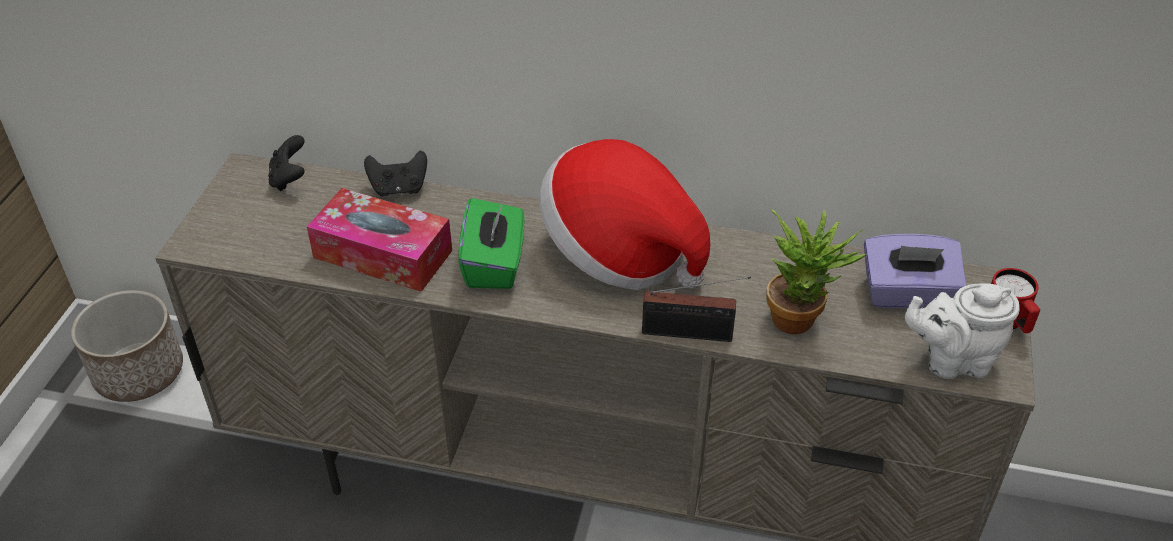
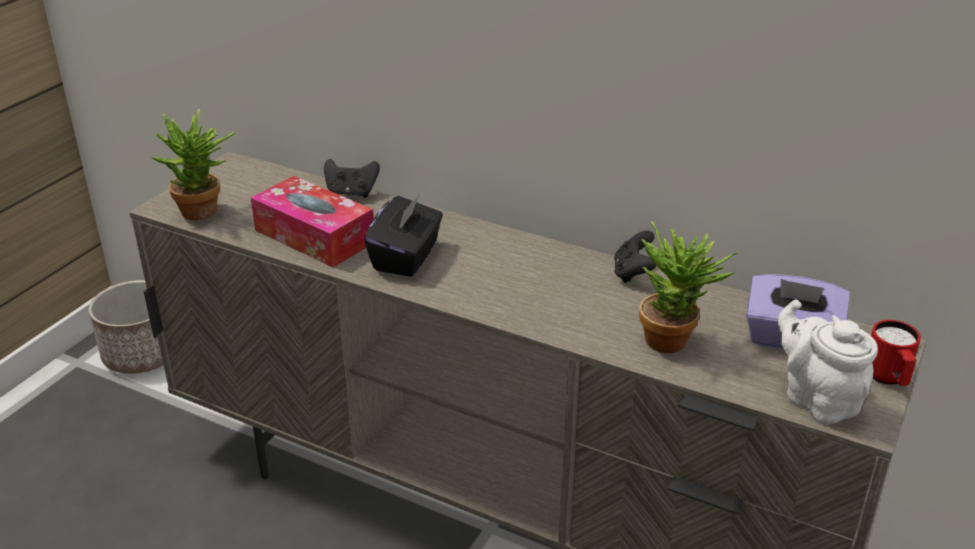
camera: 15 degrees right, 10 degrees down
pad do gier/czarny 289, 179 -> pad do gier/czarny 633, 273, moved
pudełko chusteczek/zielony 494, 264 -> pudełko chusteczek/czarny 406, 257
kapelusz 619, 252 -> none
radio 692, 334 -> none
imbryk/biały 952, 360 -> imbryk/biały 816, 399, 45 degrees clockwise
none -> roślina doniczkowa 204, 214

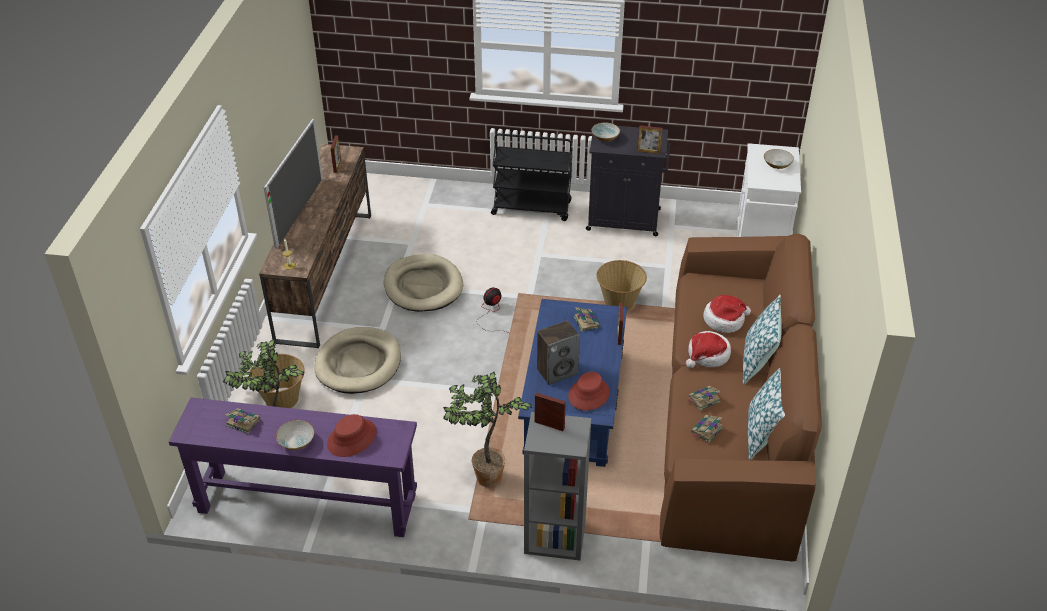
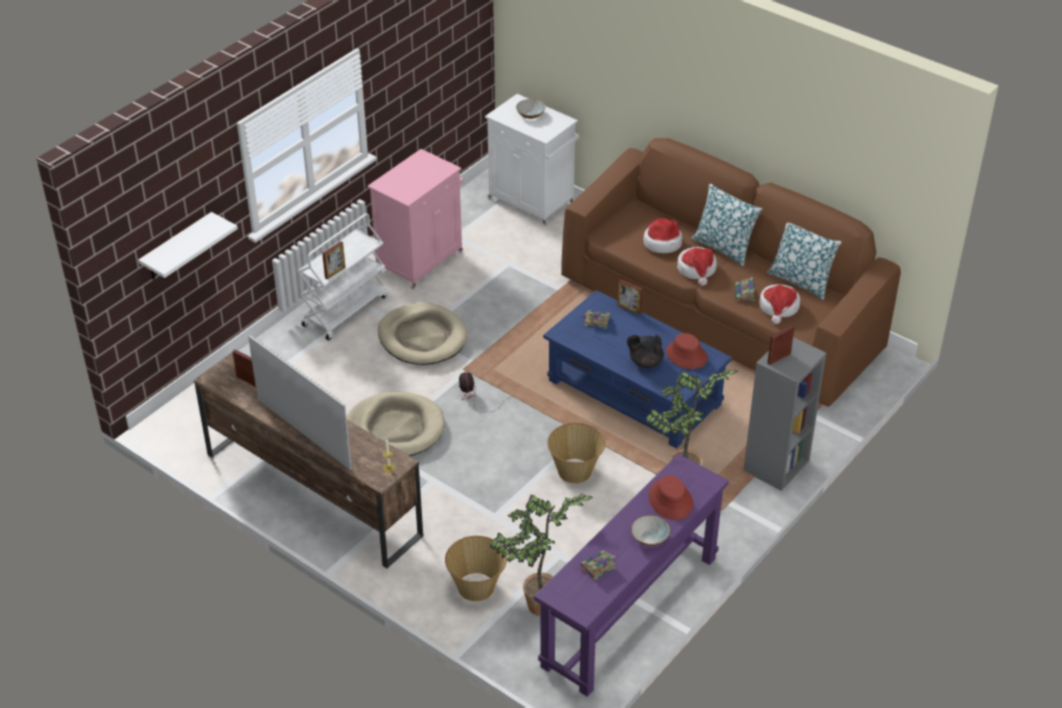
camera: 60 degrees left, 0 degrees up
legowisko/beżowy 359, 363 -> legowisko/beżowy 422, 338, moved
wózek/czarny 532, 208 -> wózek/biały 345, 310
głośnik 557, 371 -> imbryk/czarny 645, 362
szafka/czarny 625, 220 -> szafka/różowy 420, 260
miska 605, 137 -> none
koszyk 619, 302 -> koszyk 575, 471, moved
ramka na zdjęcie 648, 151 -> ramka na zdjęcie 335, 272, moved
książka 706, 431 -> kapelusz 779, 307
none -> półka/biały 177, 248

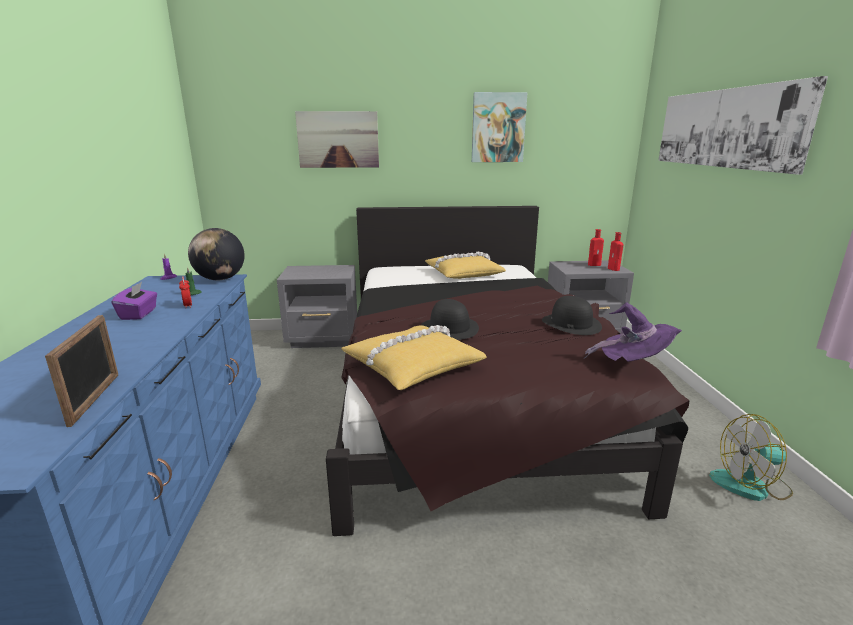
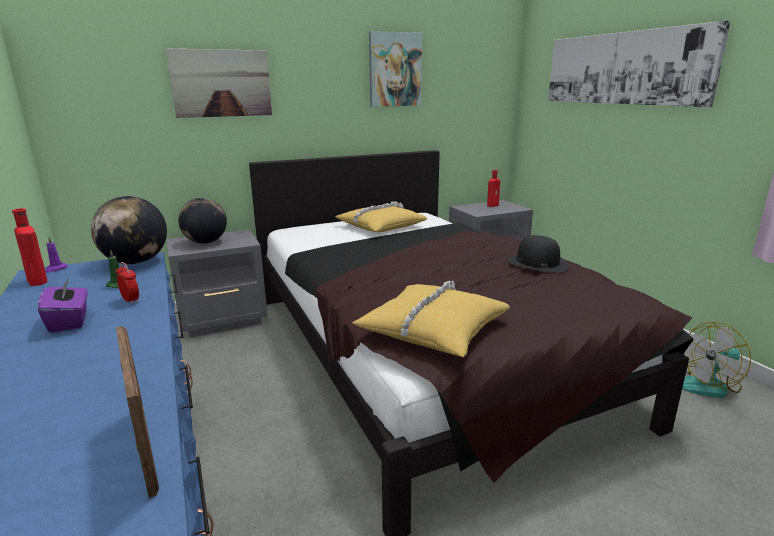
camera: 20 degrees left, 0 degrees up
kapelusz/czarny 449, 328 -> none
kapelusz/fioletowy 633, 364 -> none
butelka/czerwony 614, 269 -> butelka/czerwony 38, 281, moved
none -> globus 205, 242

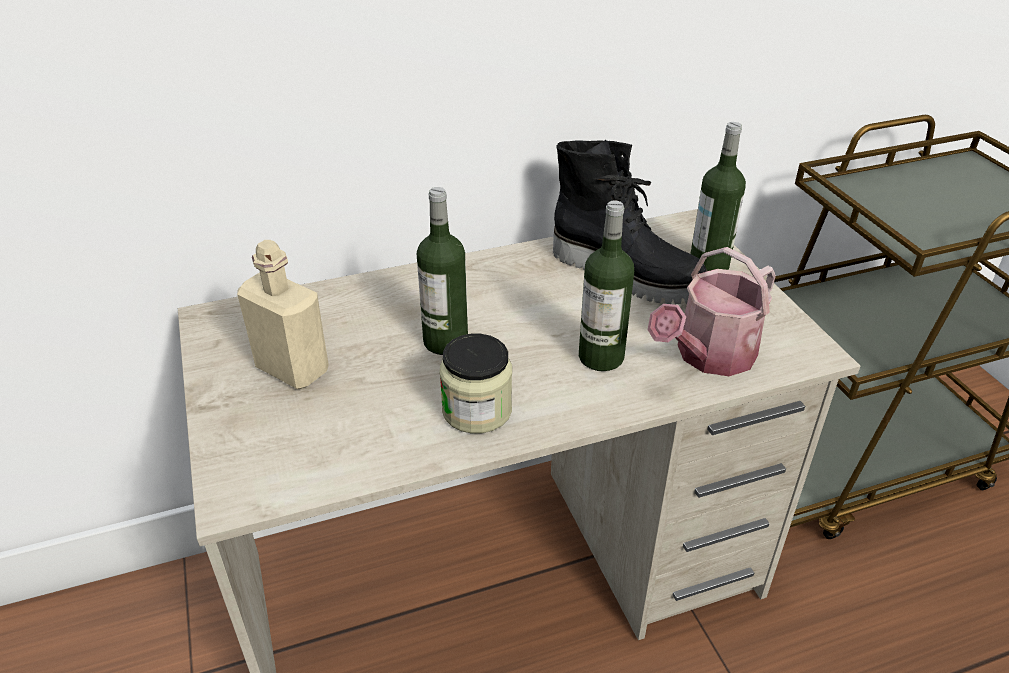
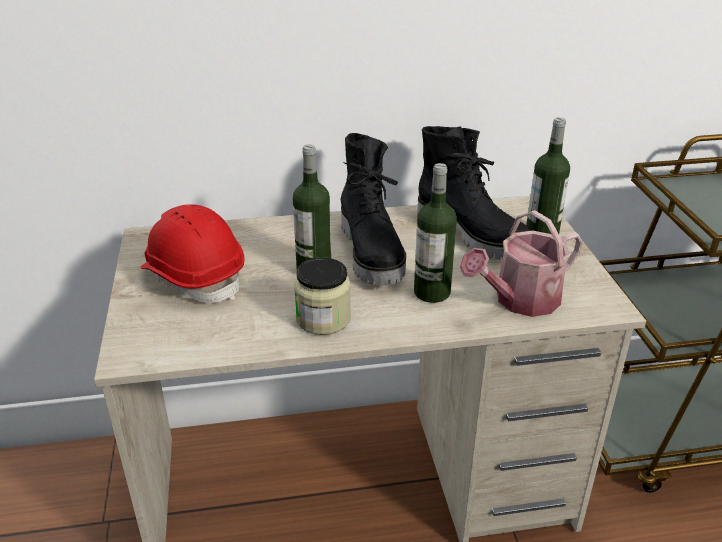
camera: 10 degrees right, 5 degrees down
butelka/beżowy 292, 369 -> kask/czerwony 194, 277
none -> but z cholewką/czarny 373, 253

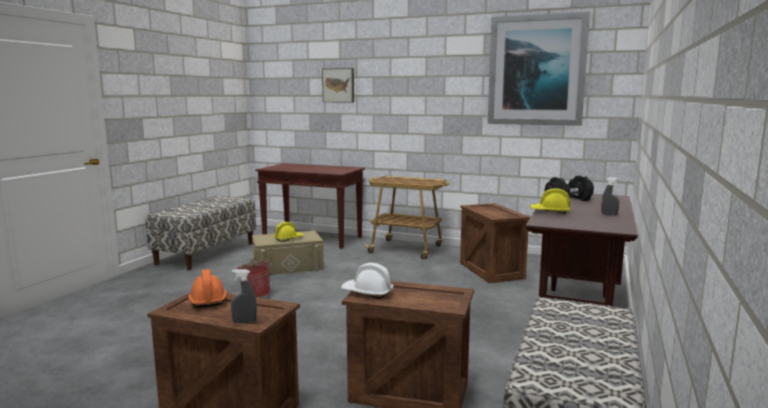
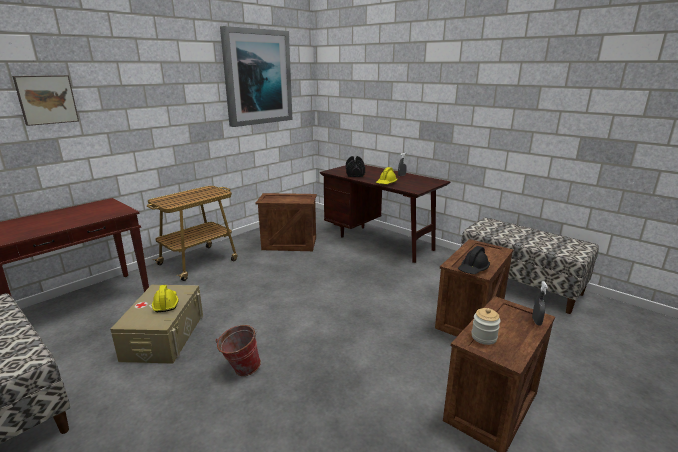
camera: 70 degrees left, 10 degrees up
kask/pomarańczowy 207, 299 -> słoik 484, 337
kask/biały 367, 292 -> kask/czarny 473, 269

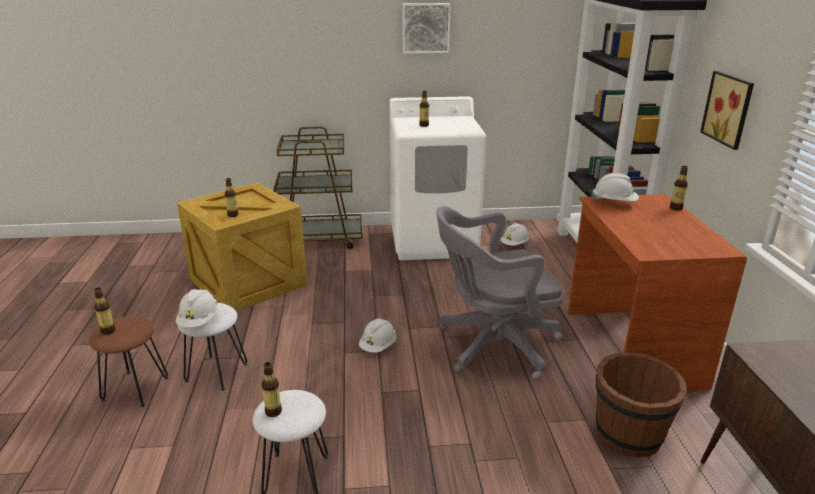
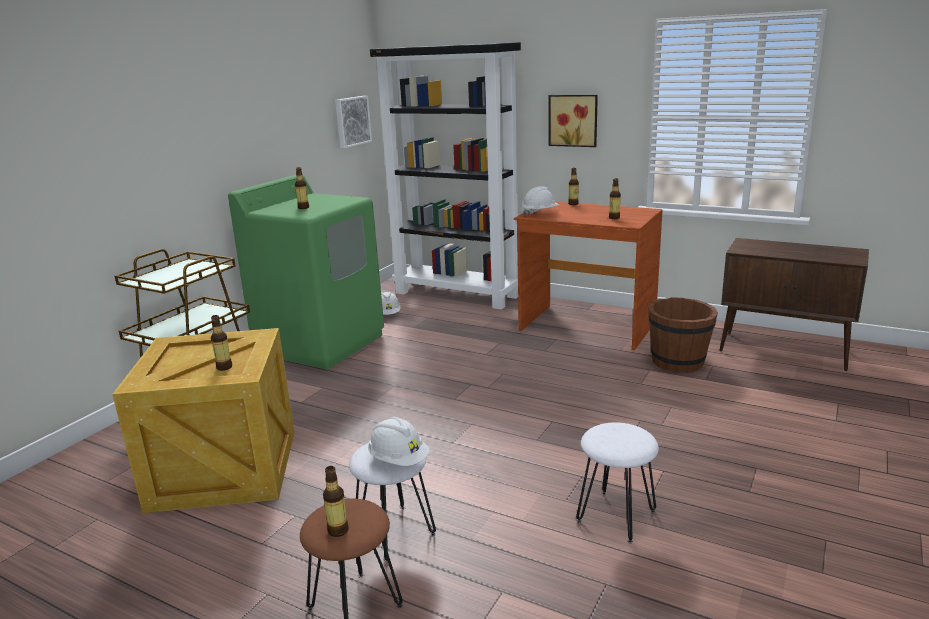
camera: 55 degrees left, 5 degrees down
butelka 273, 412 -> butelka 614, 218, moved
kask/biały 378, 346 -> none
pralka/biały 434, 241 -> pralka/zielony 321, 343
obraz 425, 28 -> obraz 352, 121, moved
krzesło biurowe/szary 492, 346 -> none

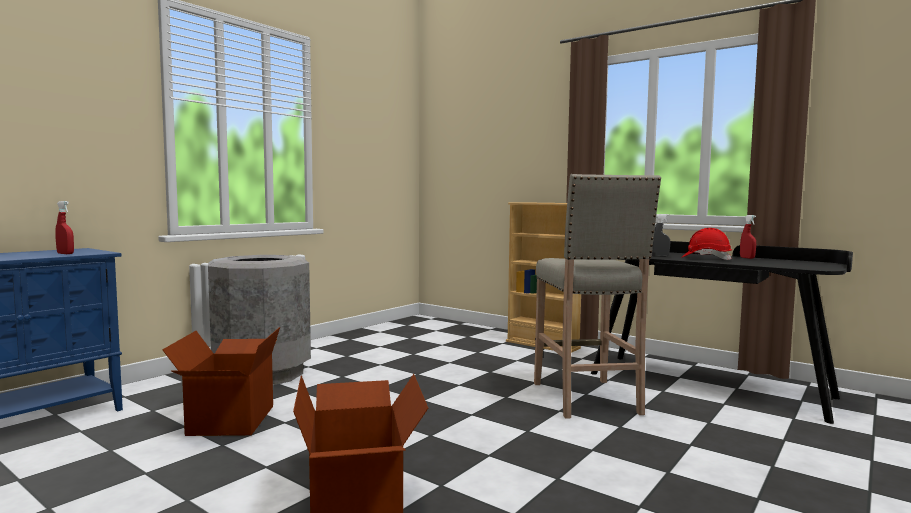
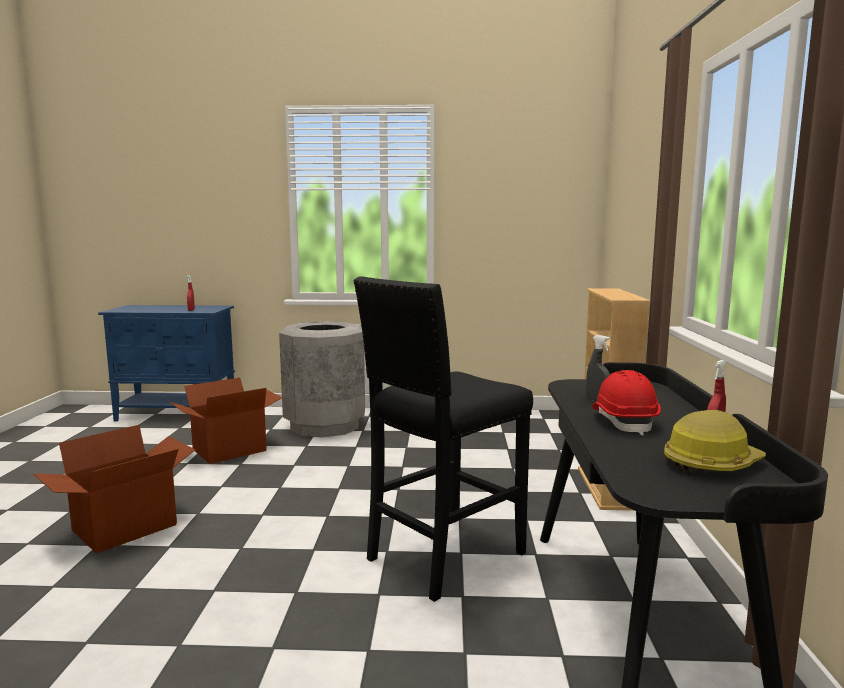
camera: 55 degrees right, 5 degrees up
stołek/beżowy 586, 399 -> stołek/czarny 442, 557
none -> kask 711, 464

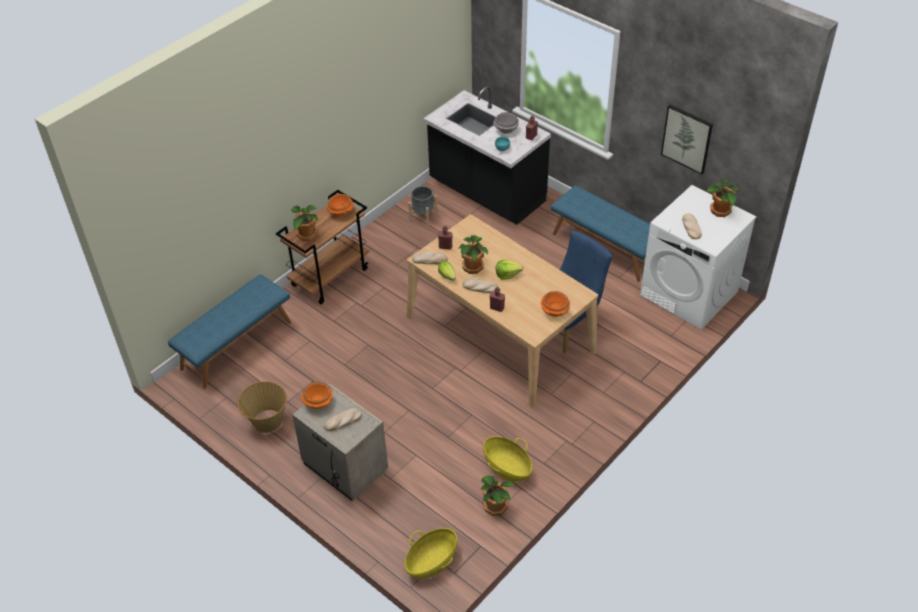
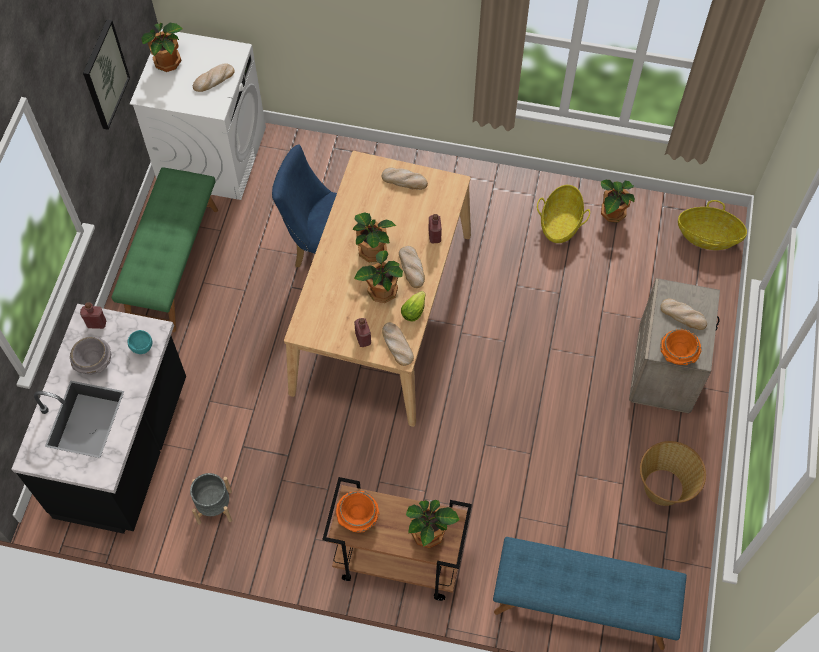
camera: 120 degrees left, 15 degrees up
sałata 507, 274 -> roślina doniczkowa 372, 250
miska/pomarańczowy 554, 311 -> chleb 404, 180
ławka/niebieski 605, 247 -> ławka/zielony 173, 264

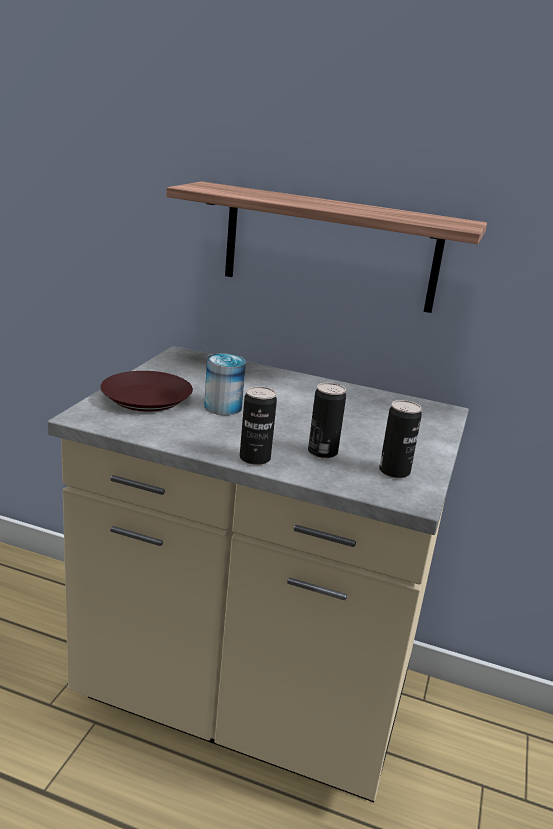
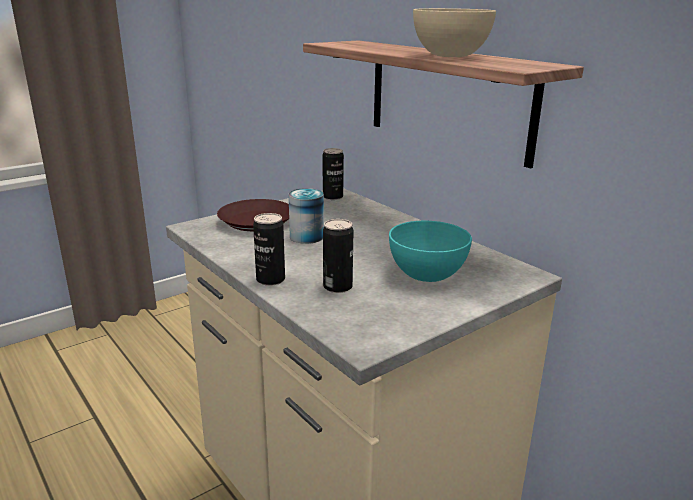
camera: 35 degrees right, 0 degrees up
puszka 394, 471 -> puszka 333, 197, moved
none -> miska/turkusowy 427, 275
none -> miska/beżowy 450, 56

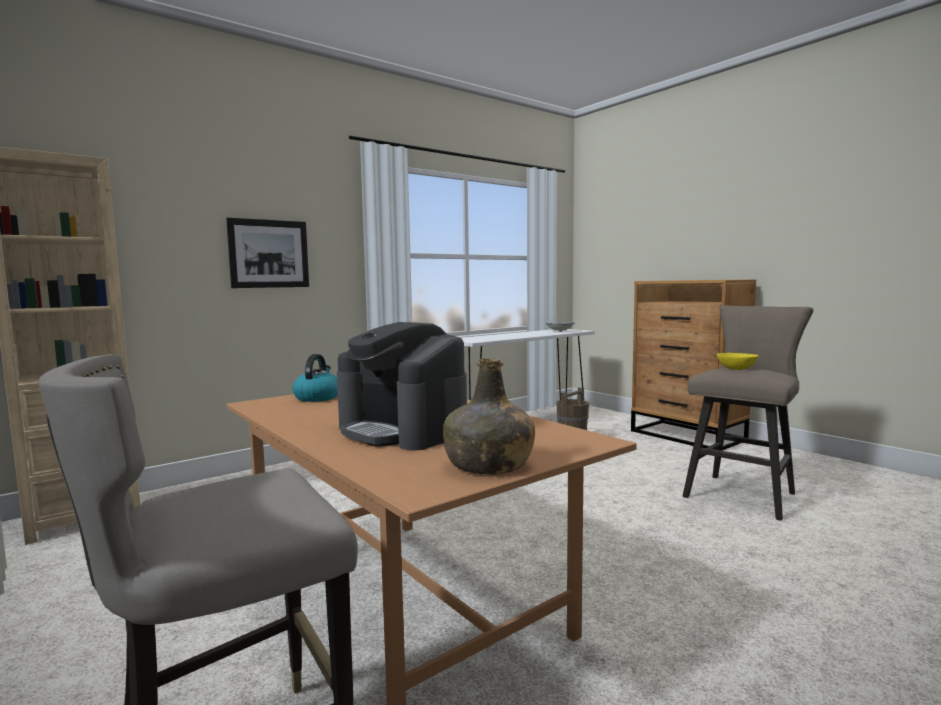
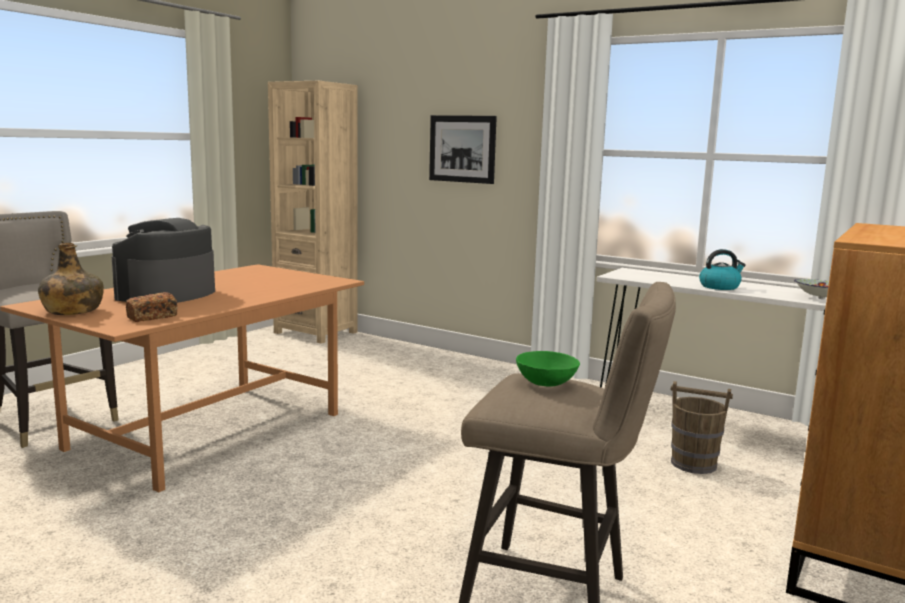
camera: 70 degrees right, 5 degrees up
czajnik 317, 397 -> czajnik 720, 287, moved
miska/żółty 736, 368 -> miska/zielony 545, 382
none -> chleb 152, 317

